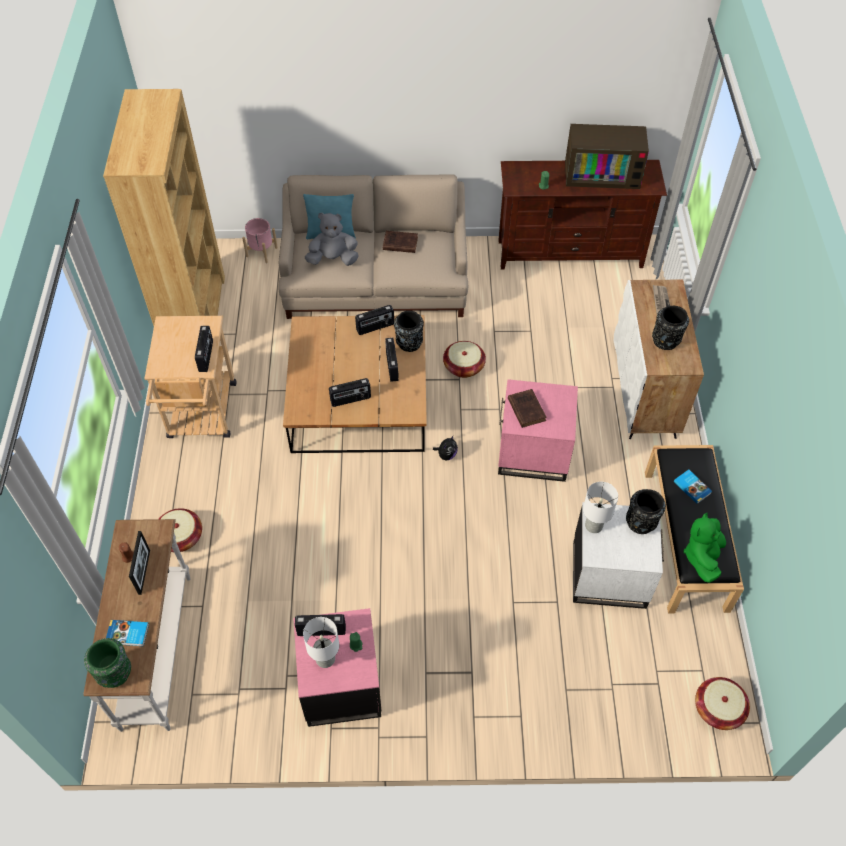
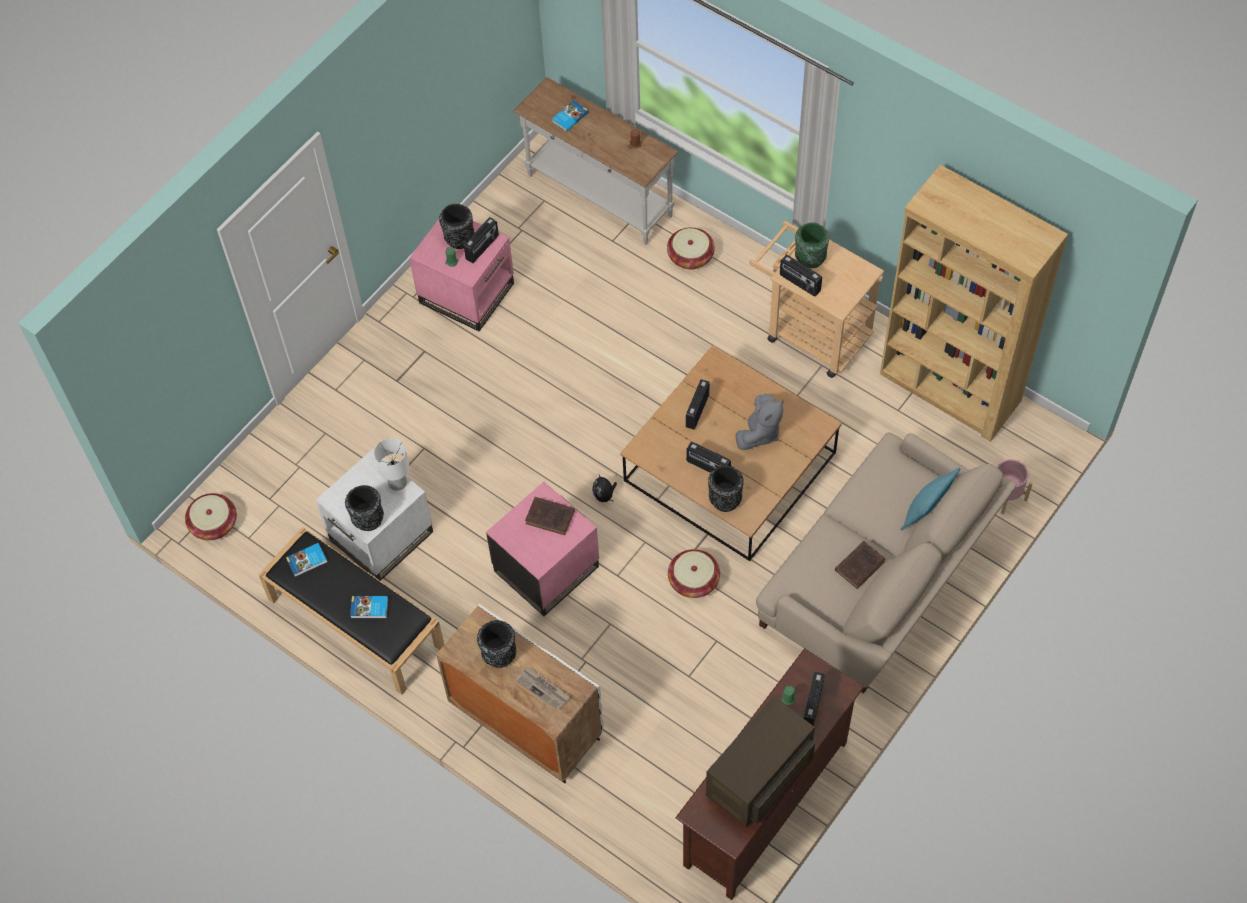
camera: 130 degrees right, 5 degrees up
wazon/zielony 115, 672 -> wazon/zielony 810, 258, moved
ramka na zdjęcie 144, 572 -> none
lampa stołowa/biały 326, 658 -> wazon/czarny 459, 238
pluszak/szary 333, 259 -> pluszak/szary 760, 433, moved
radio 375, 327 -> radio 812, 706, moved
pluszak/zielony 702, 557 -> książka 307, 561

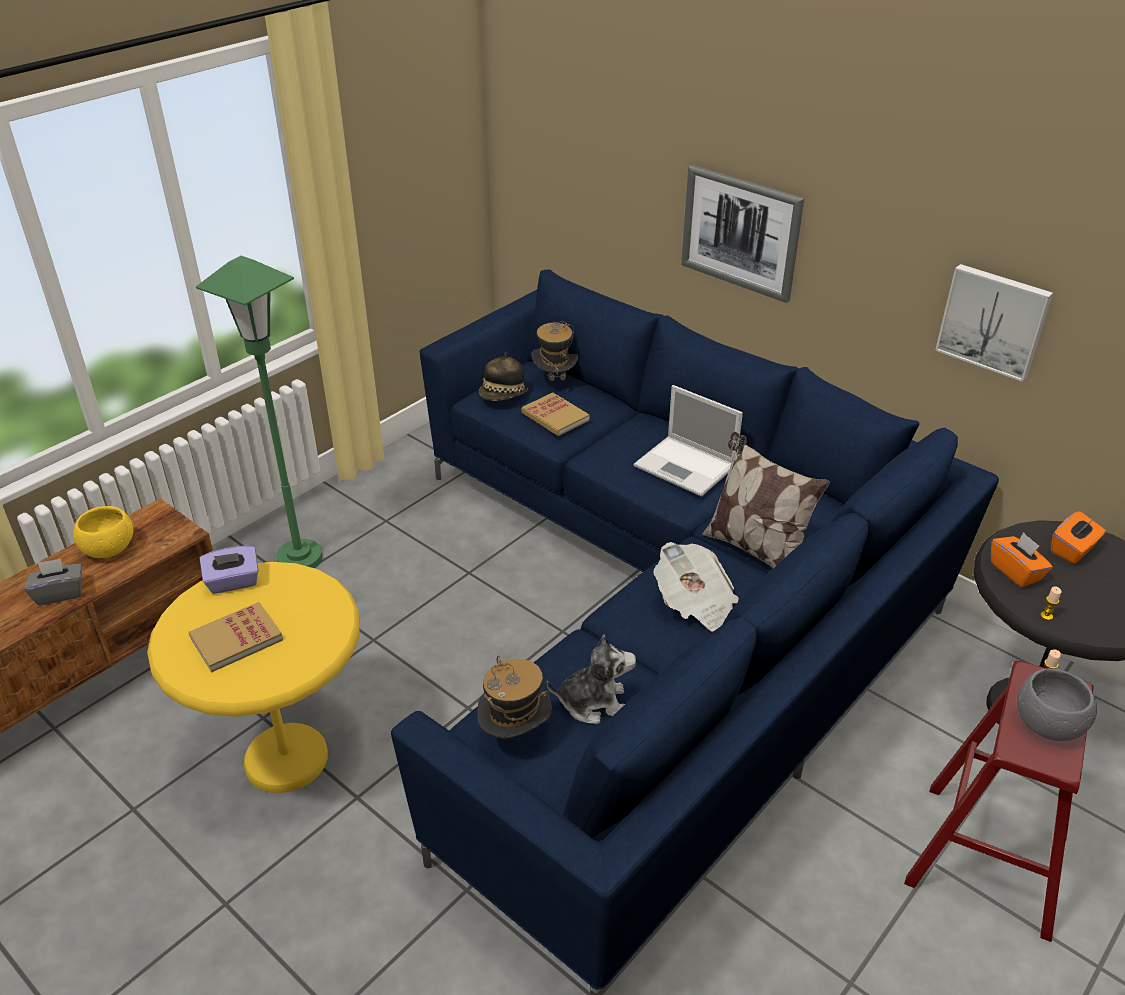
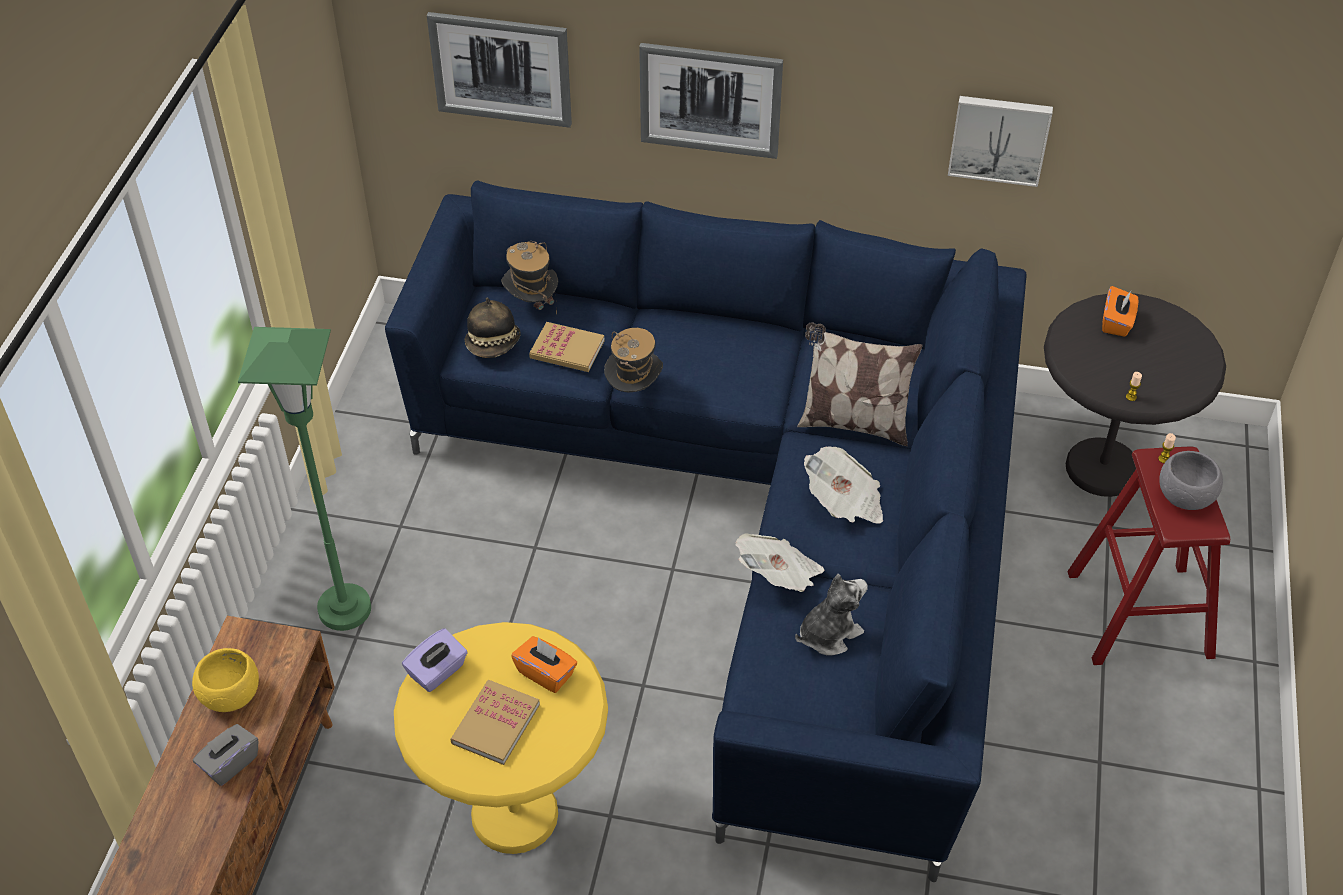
camera: 30 degrees left, 10 degrees up
kapelusz 515, 735 -> kapelusz 634, 391, moved
laptop 686, 466 -> none
pudełko chusteczek/pomarańczowy 1016, 571 -> pudełko chusteczek/pomarańczowy 546, 673, moved
none -> obraz 501, 68
none -> gazeta 779, 576

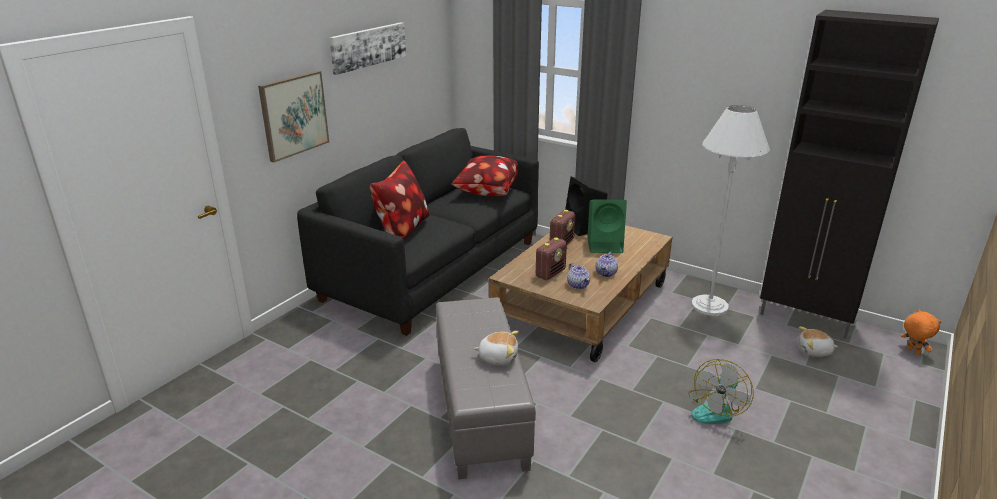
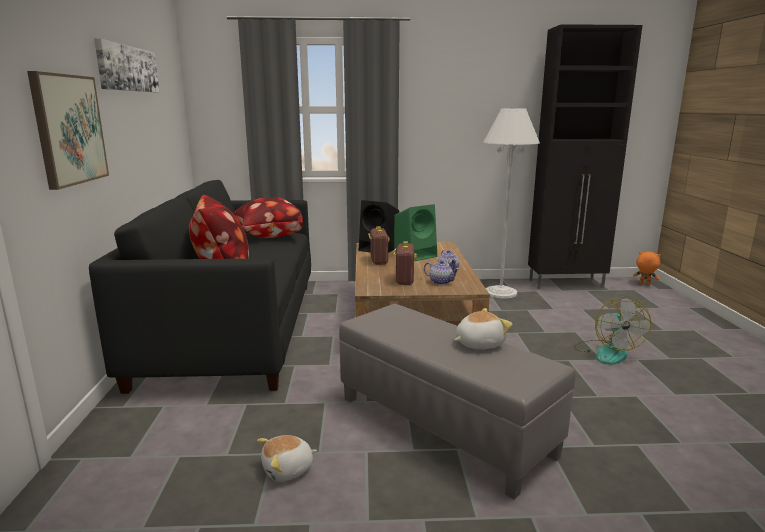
camera: 35 degrees left, 10 degrees down
pluszak 815, 351 -> pluszak 288, 470, moved

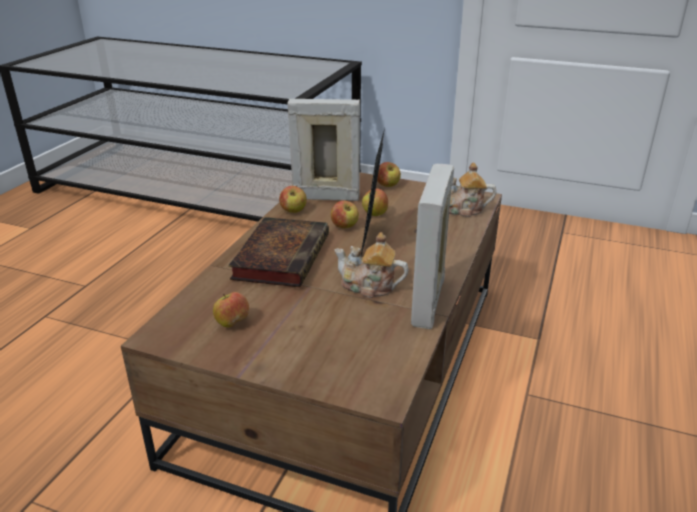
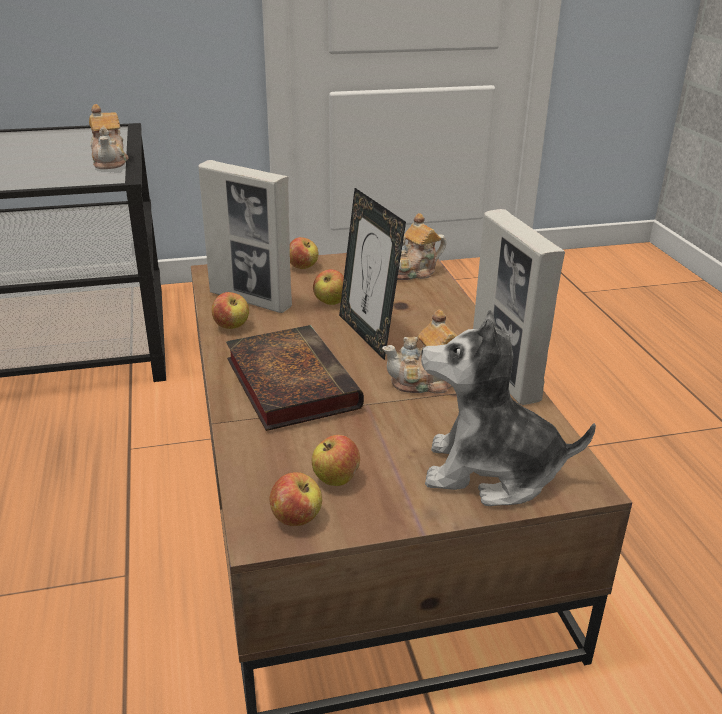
camera: 35 degrees left, 0 degrees up
ramka na zdjęcie 326, 198 -> ramka na zdjęcie 250, 300, 120 degrees counterclockwise
jabłko 344, 226 -> jabłko 296, 518, moved
none -> imbryk 110, 161
none -> pluszak 490, 472

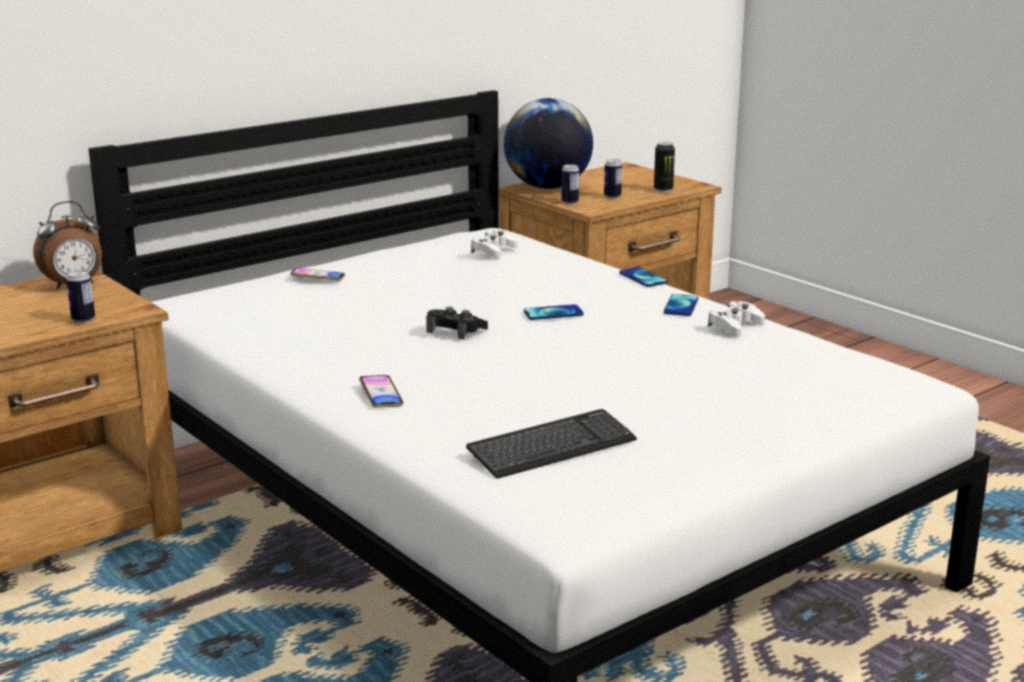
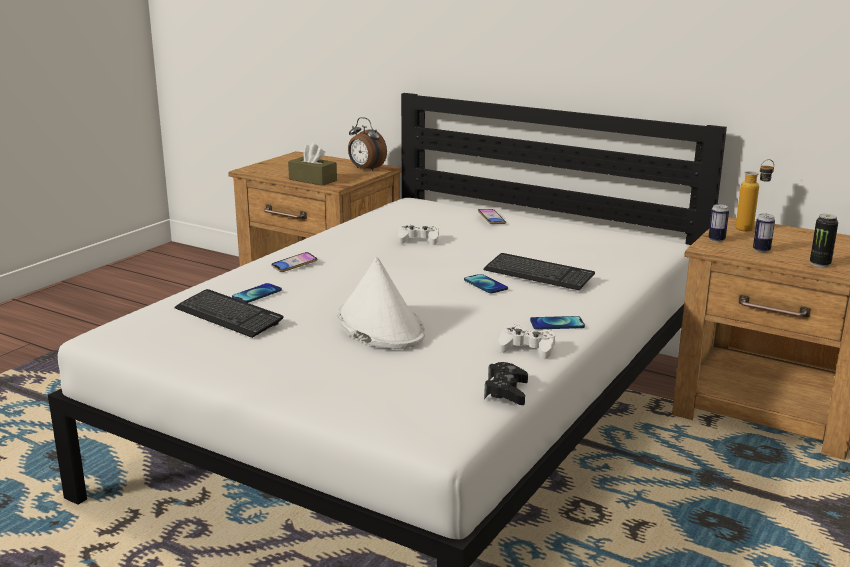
camera: 70 degrees right, 0 degrees up
puszka 83, 319 -> pudełko chusteczek/brązowy 313, 180
pad do gier/czarny 455, 331 -> pad do gier/czarny 506, 391, moved
pad do gier/biały 494, 251 -> pad do gier/biały 418, 240, moved
globus 548, 187 -> butelka 750, 228
telefon 643, 278 -> telefon 257, 294, moved
none -> kapelusz/biały 379, 325
none -> klawiatura 538, 274

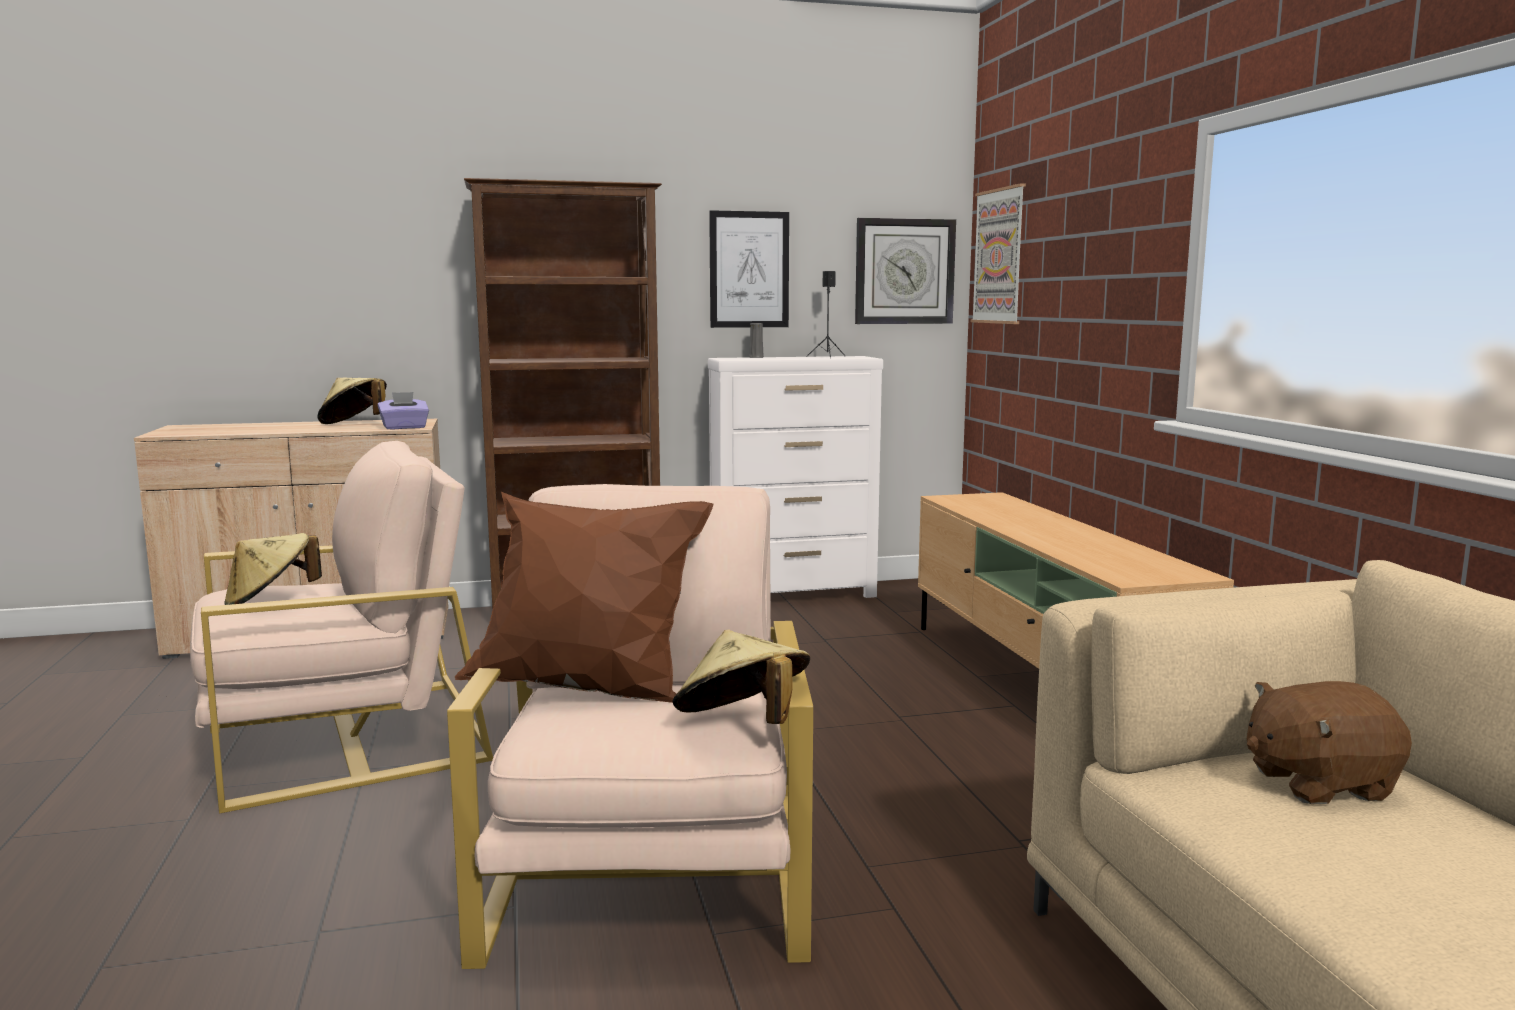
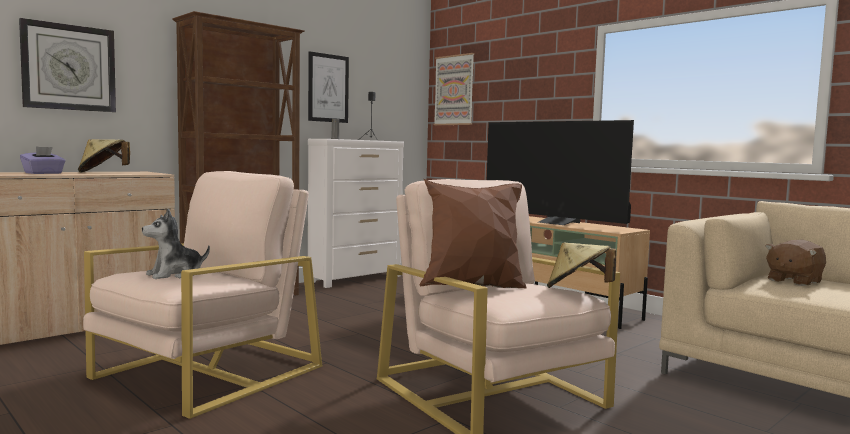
camera: 30 degrees left, 5 degrees down
kapelusz/beżowy 271, 600 -> pluszak 175, 274
pudełko chusteczek/fioletowy 404, 427 -> pudełko chusteczek/fioletowy 43, 173, moved
zegar ścienny 904, 271 -> zegar ścienny 69, 67, moved
none -> telewizor 556, 223

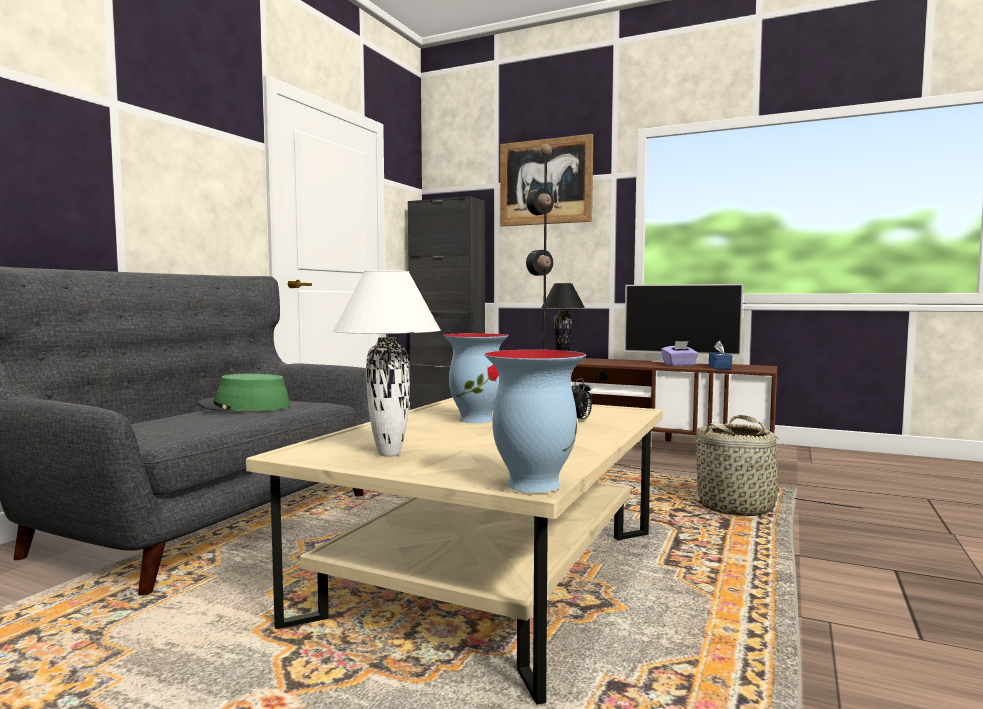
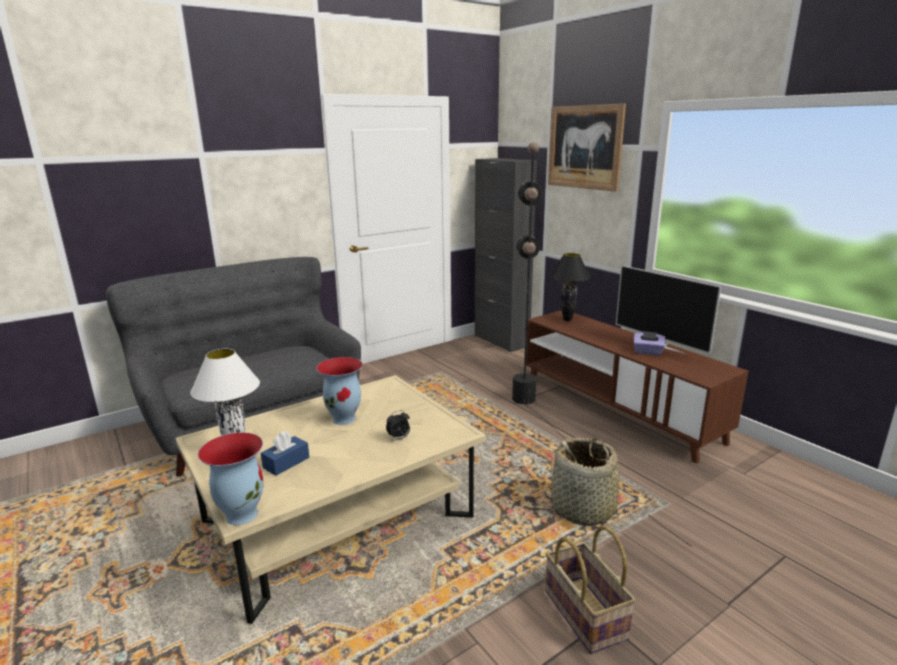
camera: 30 degrees right, 15 degrees up
kapelusz/zielony 244, 406 -> none
pudełko chusteczek/niebieski 719, 367 -> pudełko chusteczek/niebieski 286, 463, moved
none -> koszyk 583, 614

